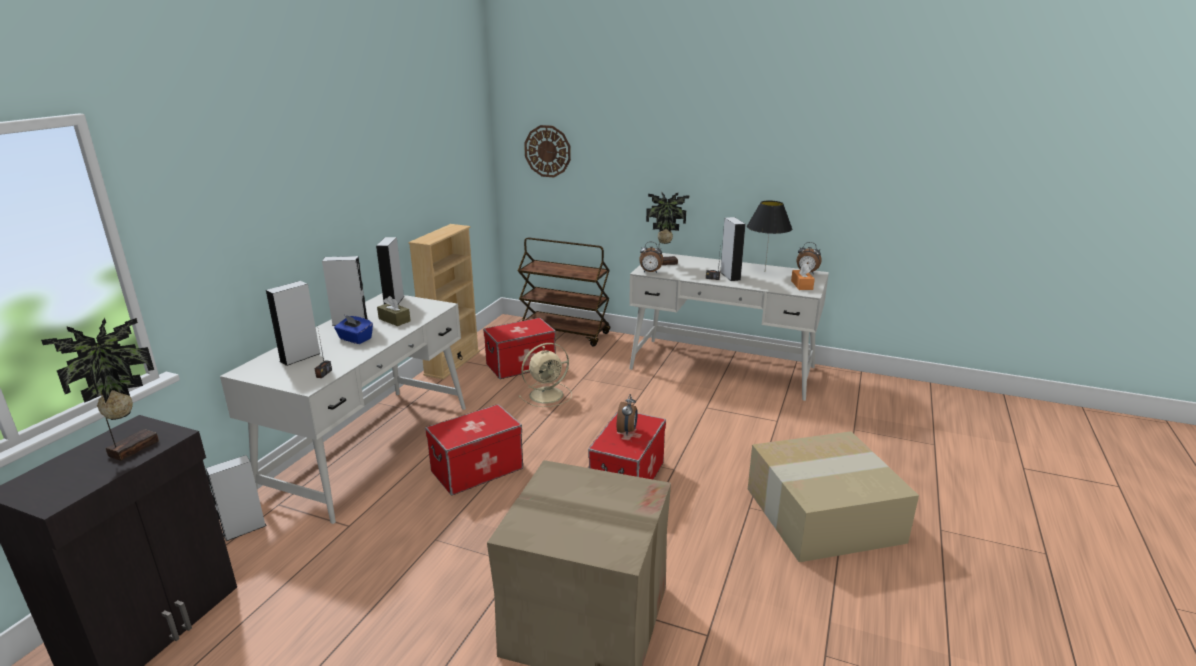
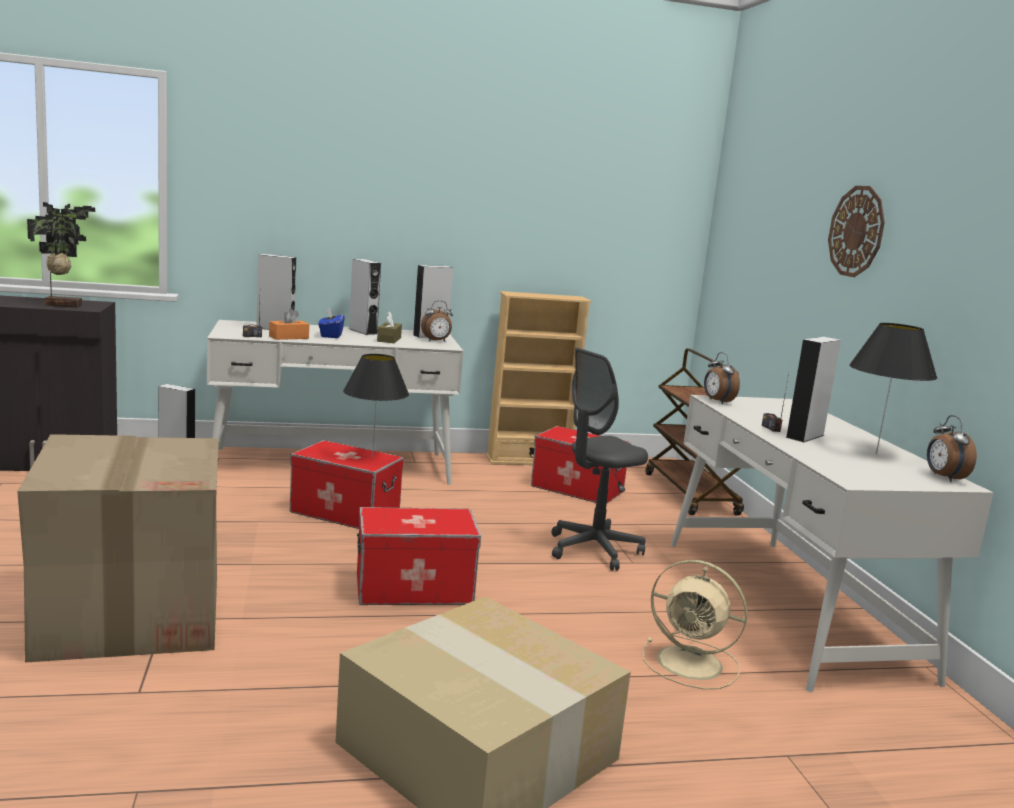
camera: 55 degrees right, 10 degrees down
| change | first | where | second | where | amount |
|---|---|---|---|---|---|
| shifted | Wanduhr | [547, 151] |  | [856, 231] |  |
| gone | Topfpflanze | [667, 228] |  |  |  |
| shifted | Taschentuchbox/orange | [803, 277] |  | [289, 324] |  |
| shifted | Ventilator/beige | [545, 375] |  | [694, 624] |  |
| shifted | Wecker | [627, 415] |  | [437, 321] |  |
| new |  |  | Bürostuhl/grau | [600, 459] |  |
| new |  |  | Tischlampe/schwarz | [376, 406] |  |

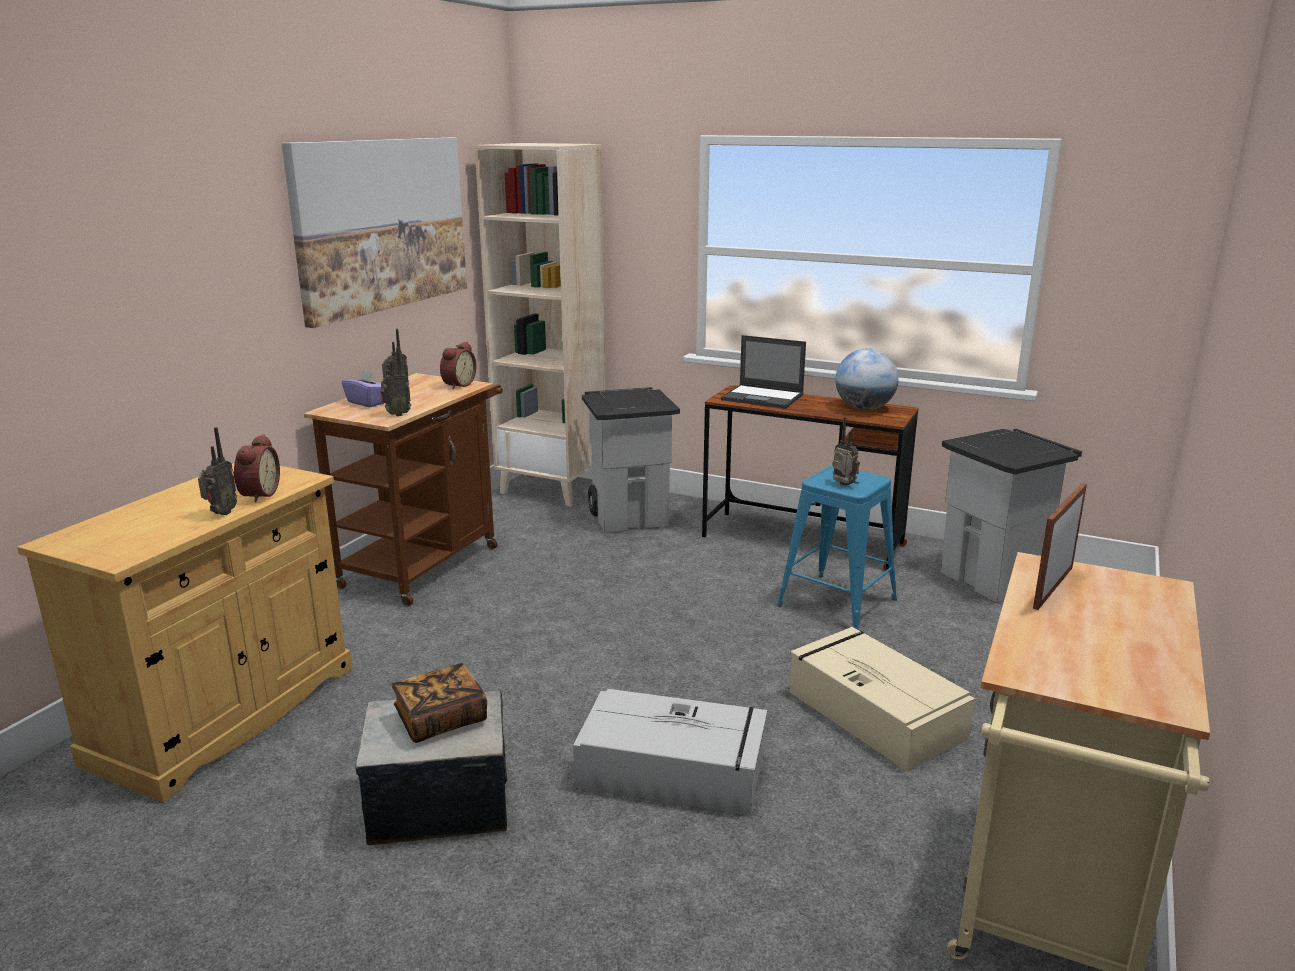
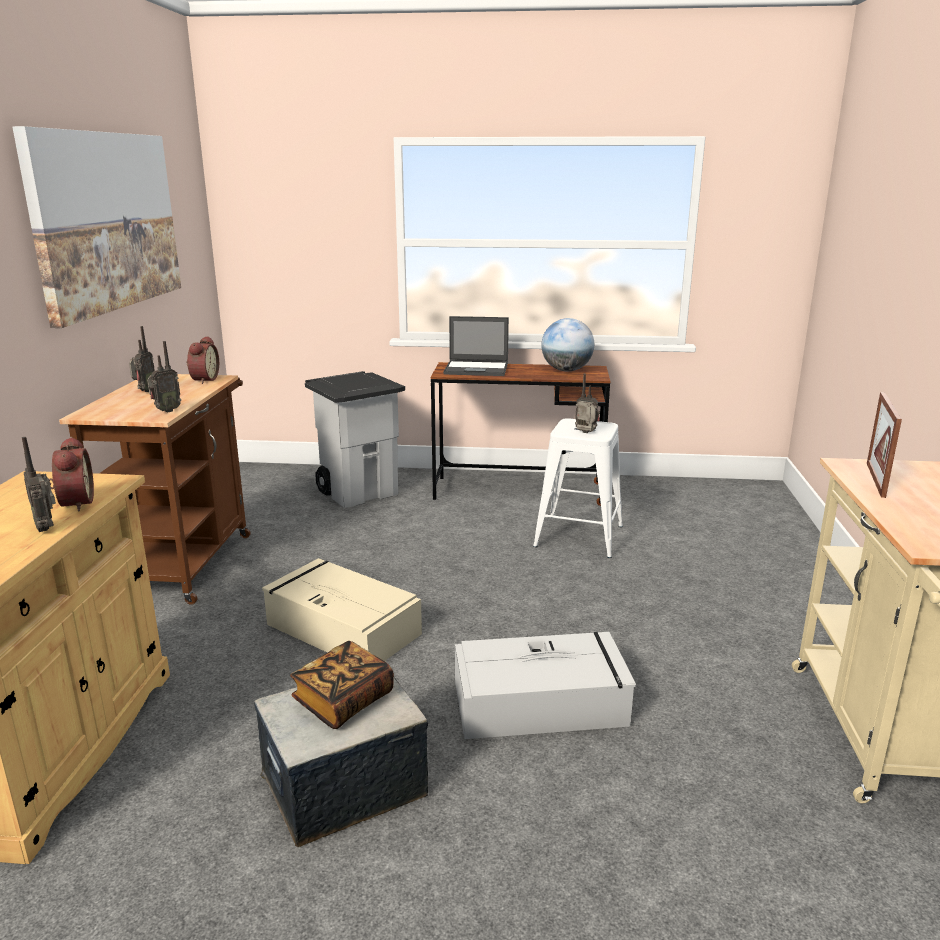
camera: 20 degrees left, 0 degrees up
| change | first | where | second | where | amount |
|---|---|---|---|---|---|
| gone | Bücherregal/beige | [540, 325] |  |  |  |
| gone | Taschentuchbox/lila | [363, 388] |  |  |  |
| rotated | Radio | [217, 471] |  | [39, 484] | 150 degrees clockwise |
| gone | Mülleimer/grau | [1011, 515] |  |  |  |
| repainted | Hocker/blau | [837, 547] | Hocker/weiß | [578, 488] |  |
| shifted | Aufbewahrungsbox/beige | [882, 699] |  | [342, 609] |  |

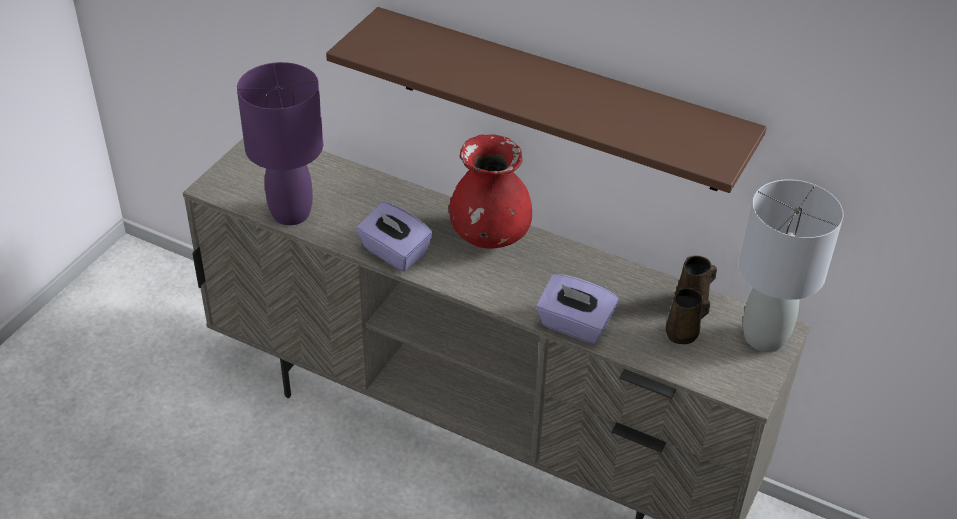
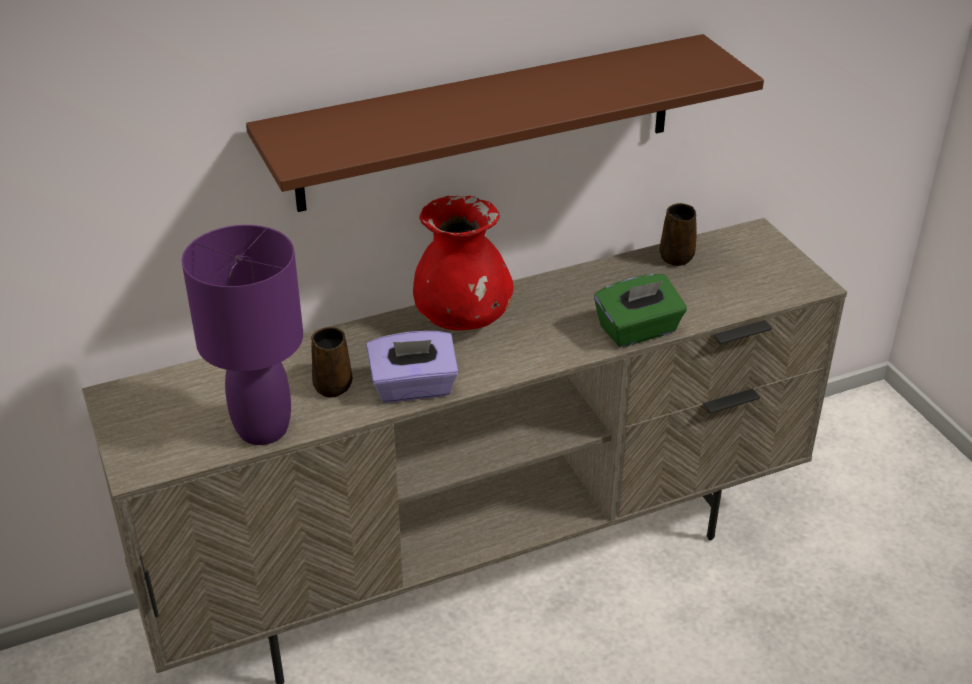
camera: 50 degrees left, 5 degrees down
| change | first | where | second | where | amount |
|---|---|---|---|---|---|
| gone | Tischlampe/grau | [791, 265] |  |  |  |
| repainted | Taschentuchbox/lila | [577, 309] | Taschentuchbox/grün | [640, 310] |  |
| shifted | Henkelbecher/braun | [688, 316] |  | [331, 362] |  |

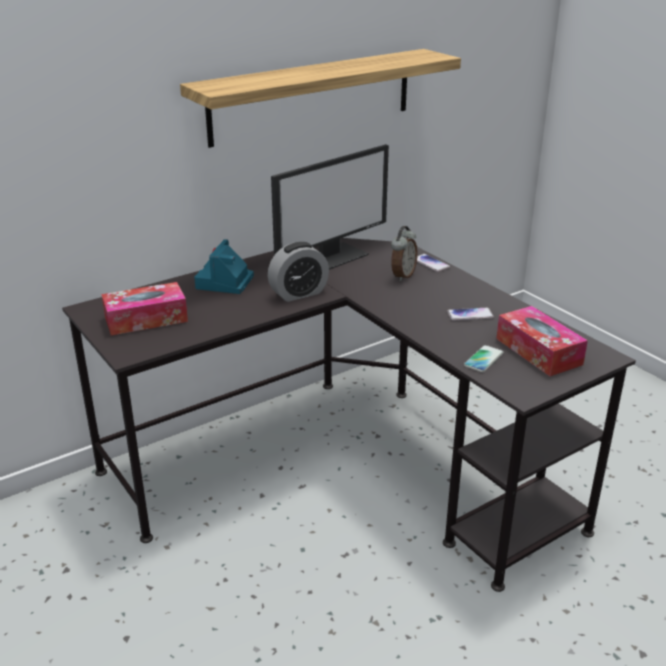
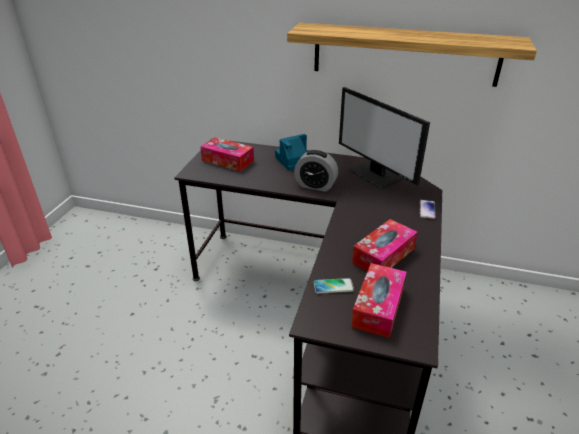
camera: 50 degrees right, 5 degrees up
| change | first | where | second | where | amount |
|---|---|---|---|---|---|
| rotated | Monitor | [330, 207] |  | [384, 138] | 45 degrees clockwise |
| gone | Wecker | [404, 253] |  |  |  |
| swapped | Handy | [470, 314] | Taschentuchbox | [385, 245] |  |

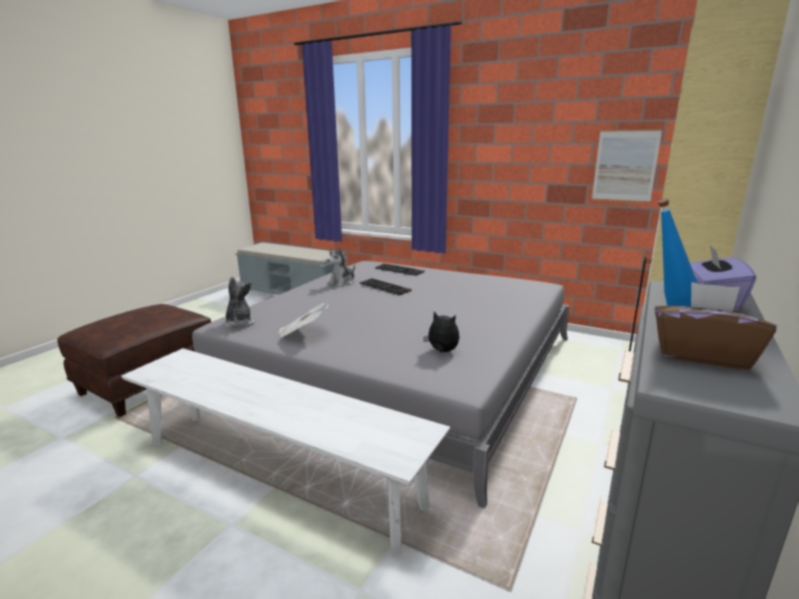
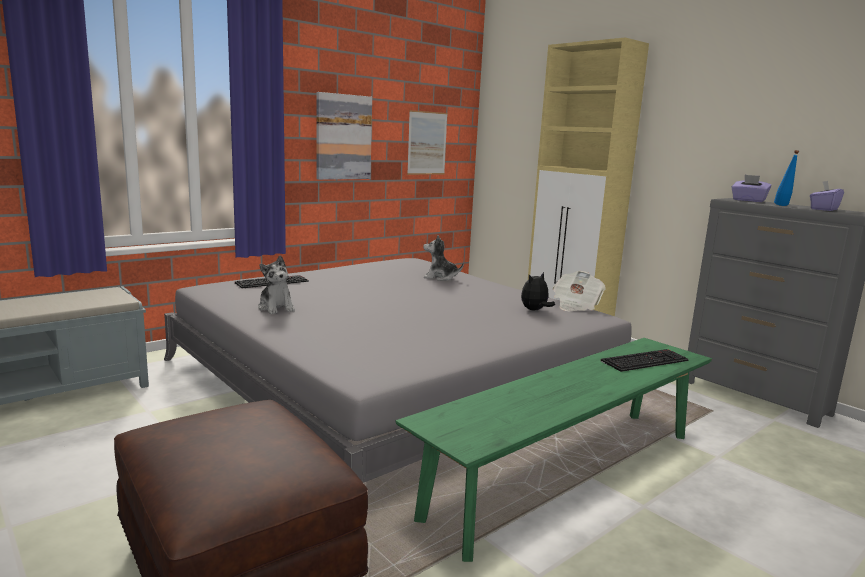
camera: 70 degrees left, 5 degrees down
| change | first | where | second | where | amount |
|---|---|---|---|---|---|
| shifted | Plüschtier | [239, 302] |  | [443, 258] |  |
| shifted | Tastatur | [386, 286] |  | [645, 360] |  |
| repainted | Taschentuchbox/braun | [716, 326] | Taschentuchbox/lila | [827, 196] |  |
| shifted | Zeitung | [304, 320] |  | [579, 291] |  |
| repainted | Bank/weiß | [285, 452] | Bank/grün | [554, 450] |  |
| new |  |  | Bild | [344, 136] |  |

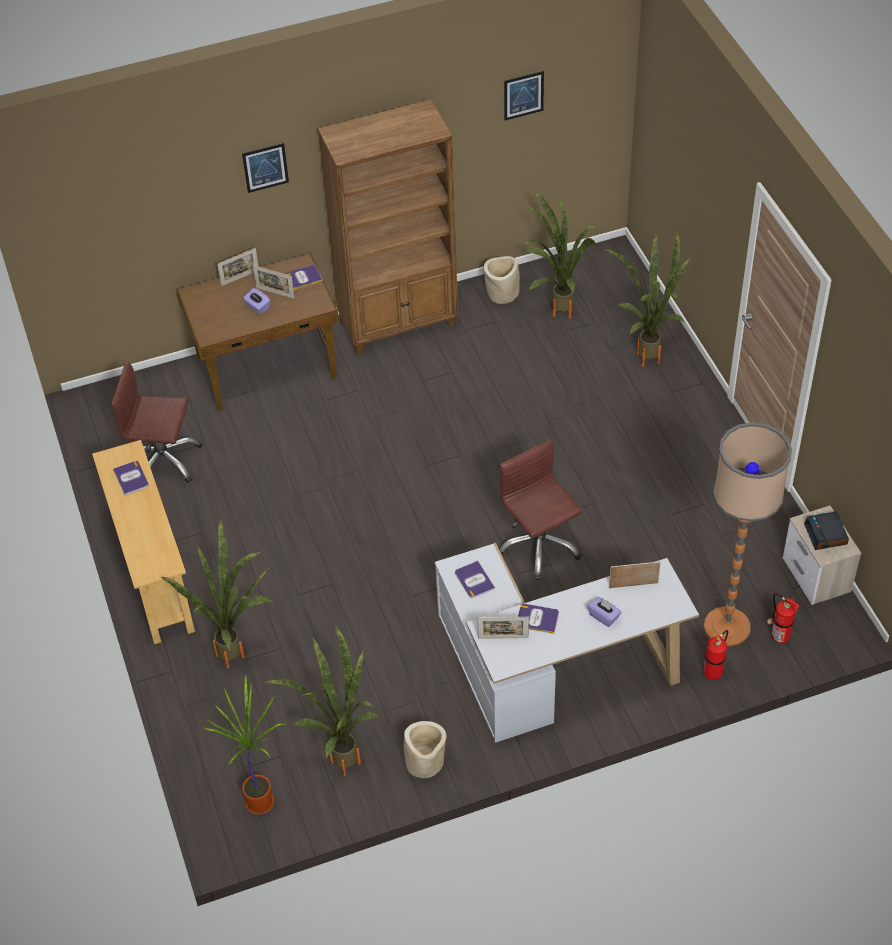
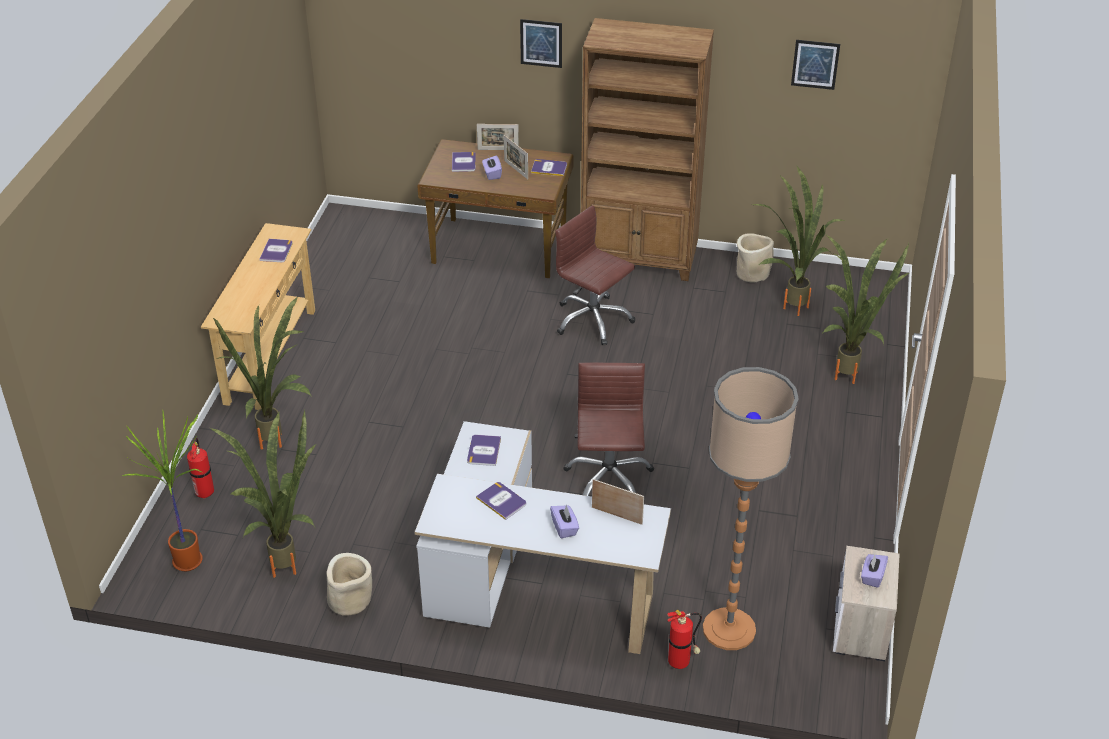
camera: 30 degrees right, 10 degrees down
| change | first | where | second | where | amount |
|---|---|---|---|---|---|
| shifted | Bürostuhl/braun | [156, 422] |  | [595, 275] |  |
| swapped | Wecker | [826, 530] | Taschentuchbox/lila | [874, 571] |  |
| shifted | Feuerlöscher | [783, 618] |  | [200, 468] |  |
| gone | Bilderrahmen | [503, 628] |  |  |  |
| new |  |  | Buch | [464, 162] |  |

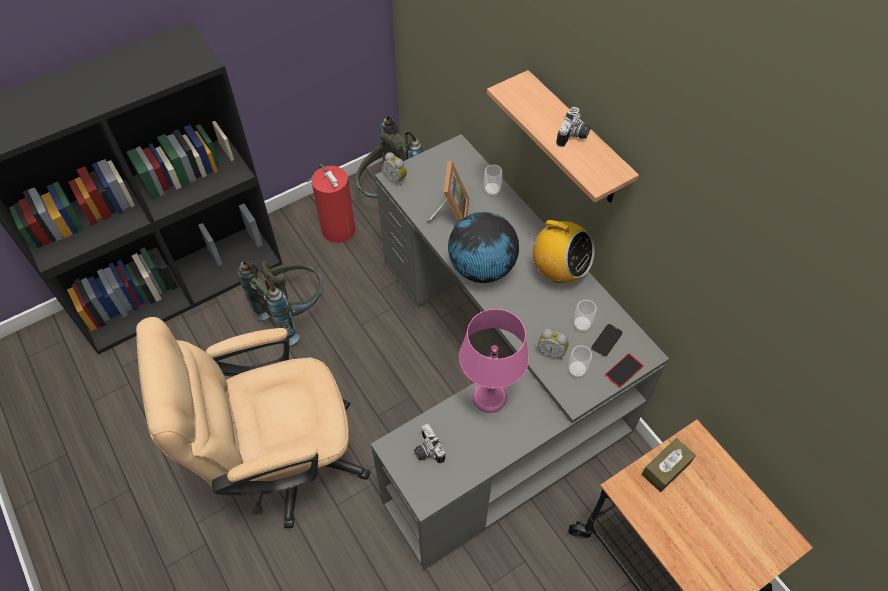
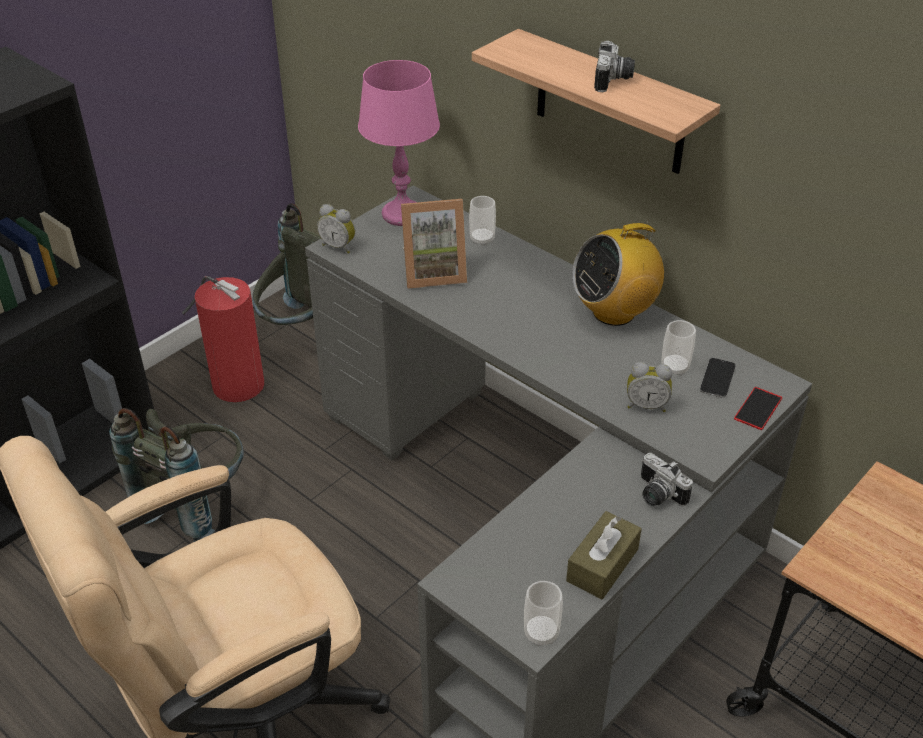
camera: 15 degrees left, 15 degrees down
| change | first | where | second | where | amount |
|---|---|---|---|---|---|
| rotated | Bilderrahmen | [448, 191] |  | [434, 244] | 90 degrees clockwise |
| gone | Globus | [483, 247] |  |  |  |
| rotated | Radio | [562, 251] |  | [618, 272] | 135 degrees clockwise |
| shifted | Tischlampe/rosa | [494, 361] |  | [399, 143] |  |
| shifted | Tasse | [580, 361] |  | [543, 613] |  |
| shifted | Kamera | [429, 443] |  | [667, 479] |  |
| shifted | Taschentuchbox/braun | [669, 465] |  | [604, 555] |  |

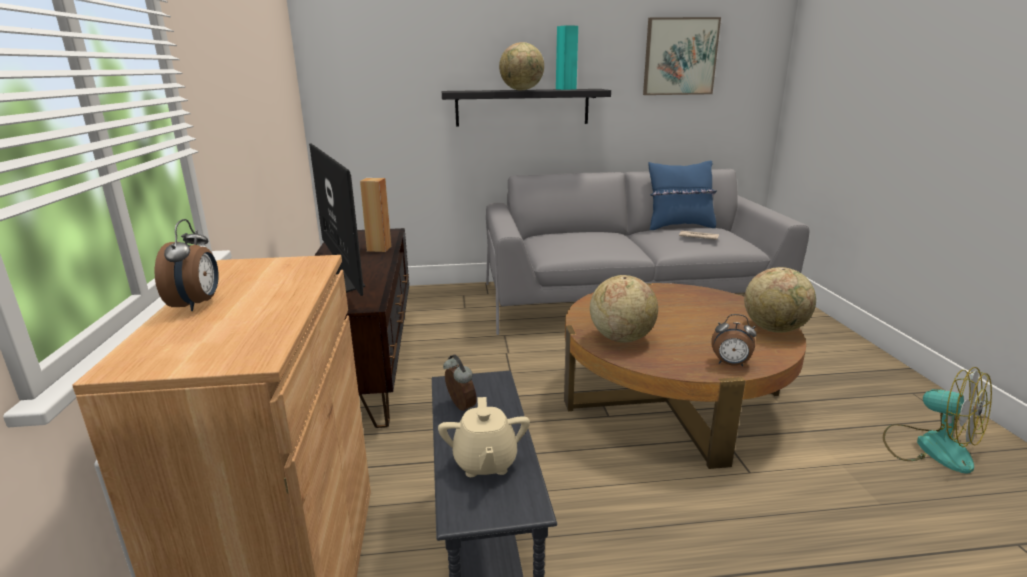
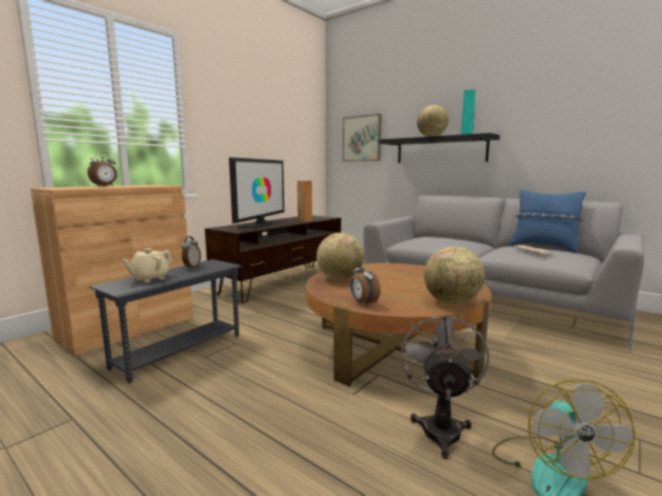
camera: 45 degrees right, 10 degrees down
| change | first | where | second | where | amount |
|---|---|---|---|---|---|
| shifted | Bild | [682, 56] |  | [362, 138] |  |
| new |  |  | Ventilator/grau | [444, 385] |  |

